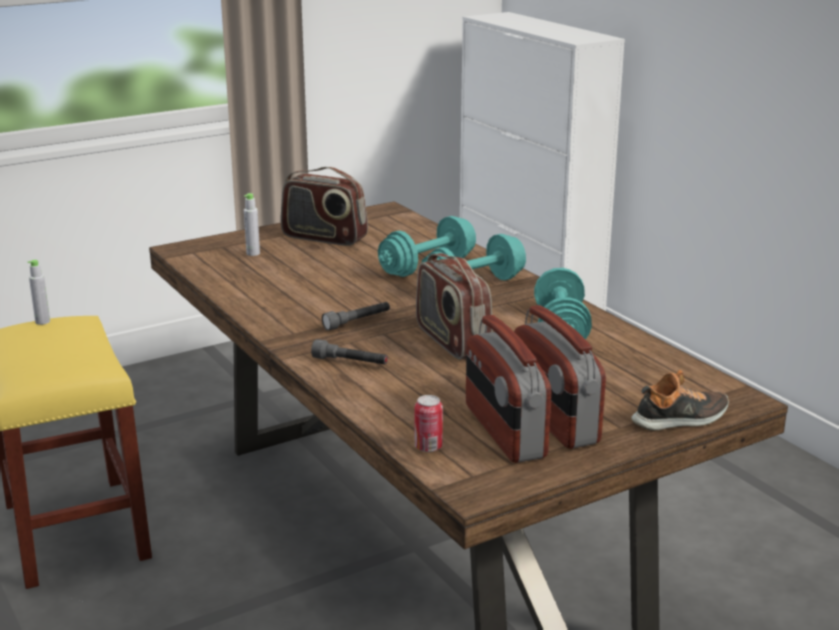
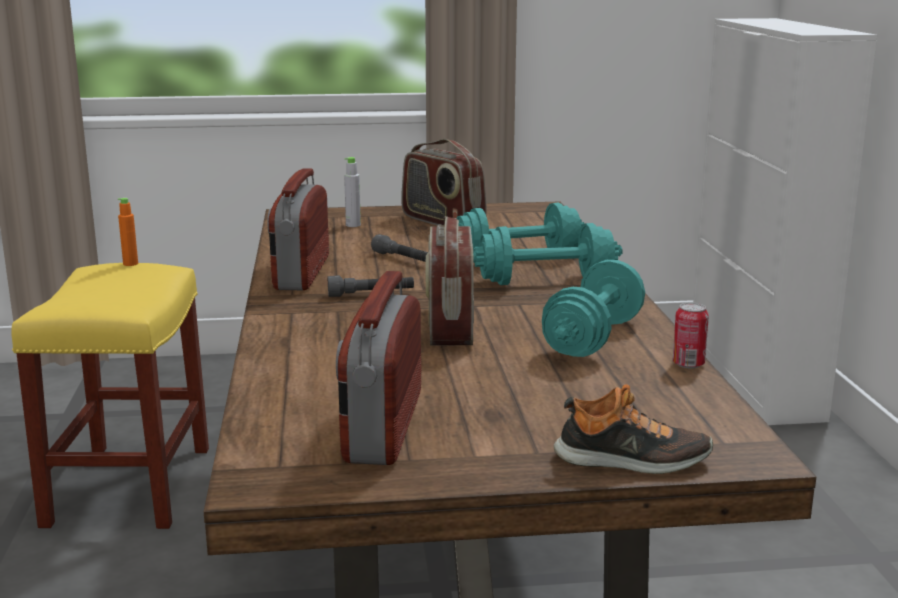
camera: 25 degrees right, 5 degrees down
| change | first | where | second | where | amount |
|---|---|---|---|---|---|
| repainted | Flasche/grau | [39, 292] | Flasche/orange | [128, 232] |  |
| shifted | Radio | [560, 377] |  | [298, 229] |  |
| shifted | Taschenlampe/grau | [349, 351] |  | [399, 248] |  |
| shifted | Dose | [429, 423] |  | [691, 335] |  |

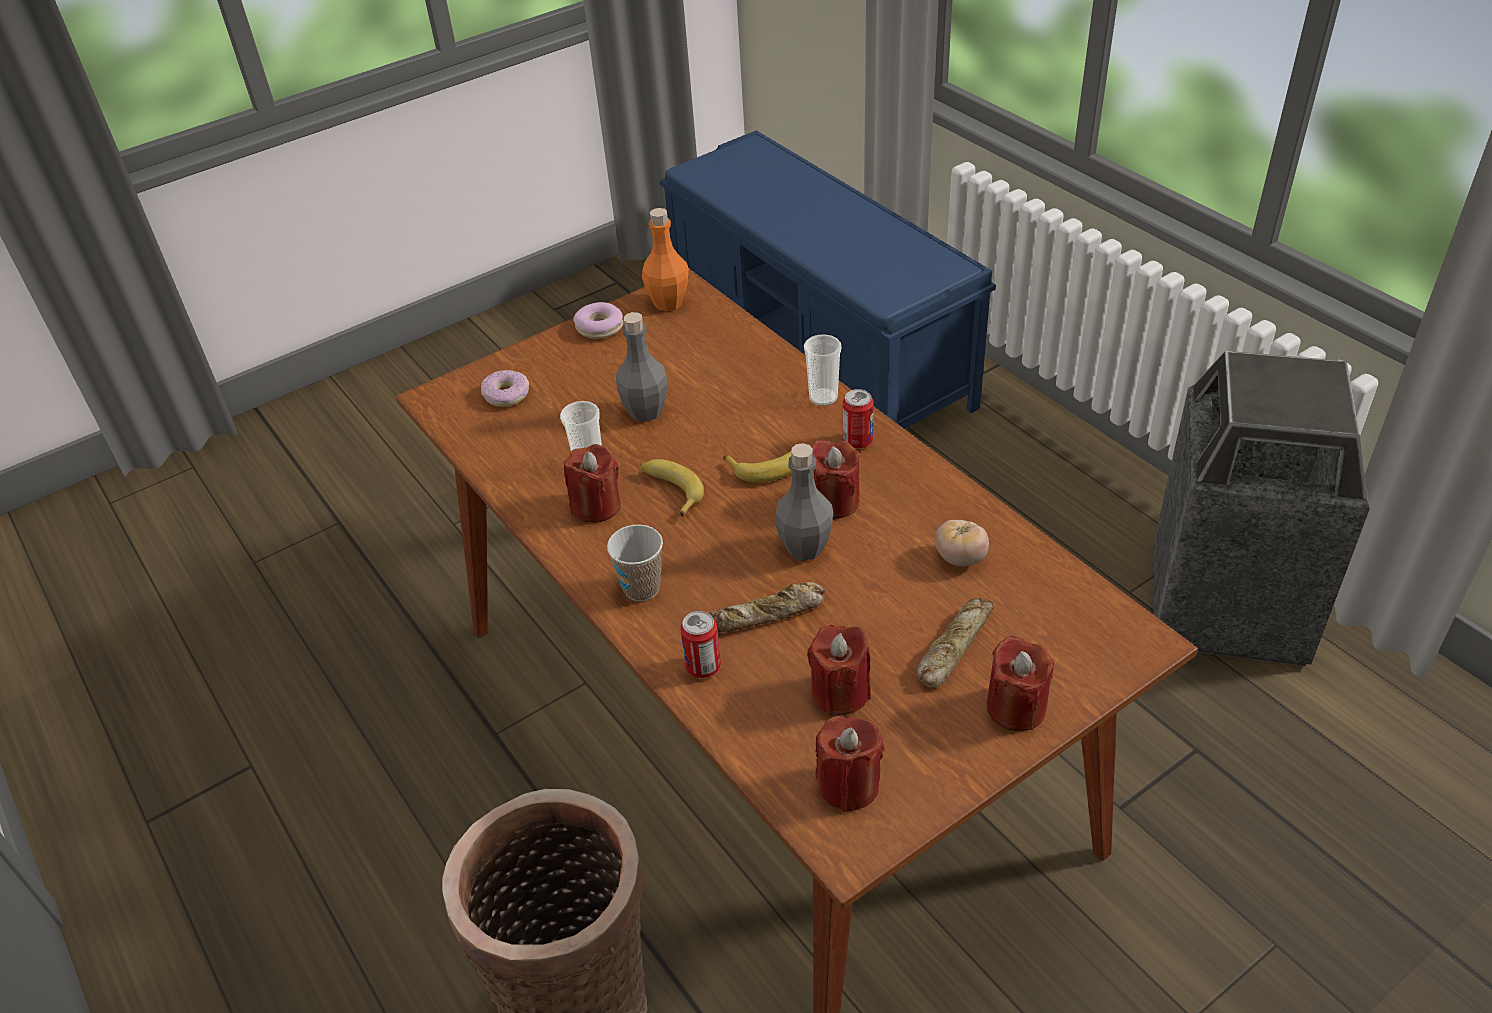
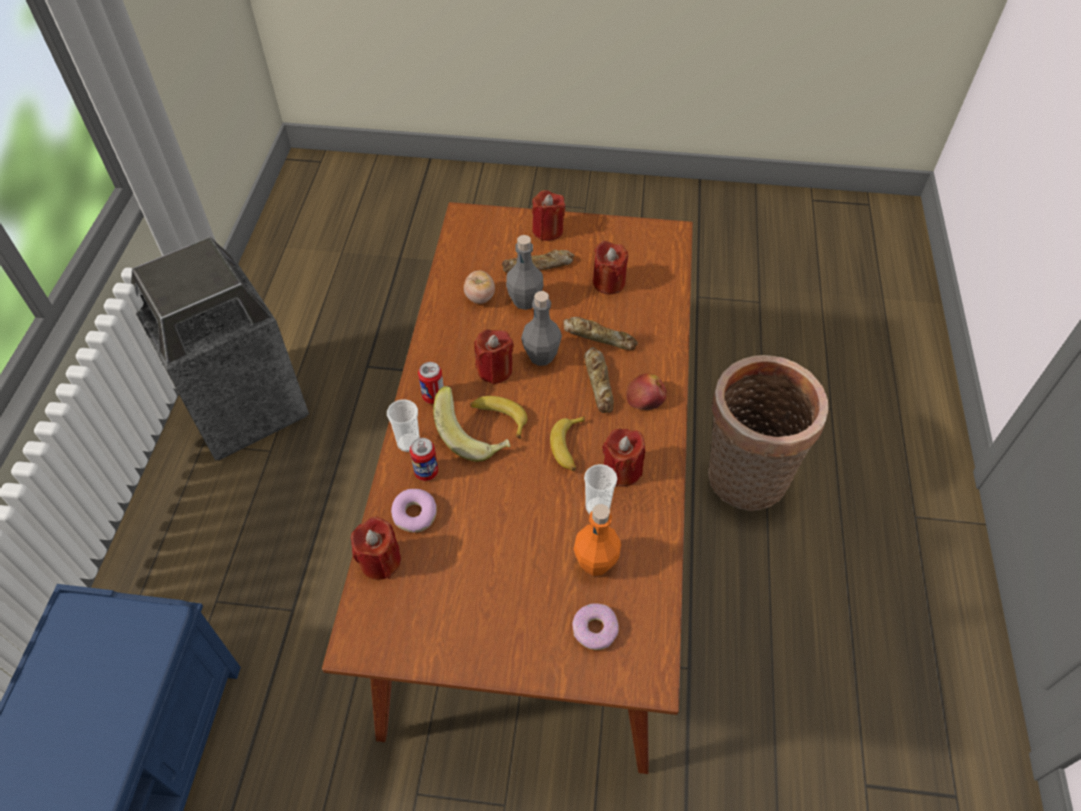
camera: 140 degrees left, 10 degrees up
| change | first | where | second | where | amount |
|---|---|---|---|---|---|
| shifted | Flasche/orange | [665, 259] |  | [597, 540] |  |
| shifted | Donut | [598, 320] |  | [414, 510] |  |
| shifted | Flasche/grau | [641, 367] |  | [524, 272] |  |
| swapped | Tasse | [635, 563] | Apfel | [646, 391] |  |
| shifted | Dose | [700, 644] |  | [424, 459] |  |
| shifted | Kerze/rot | [849, 764] |  | [376, 548] |  |
| new |  |  | Brot | [599, 380] |  |
| new |  |  | Banane | [472, 424] |  |

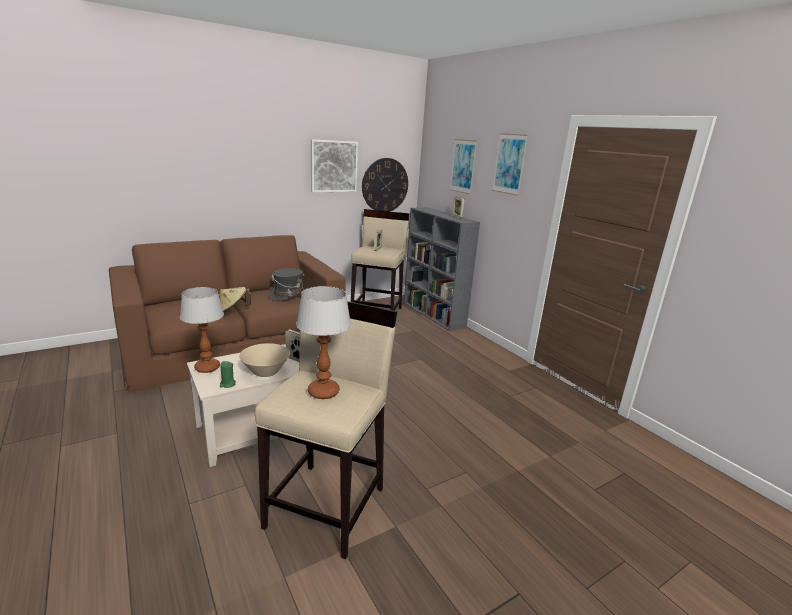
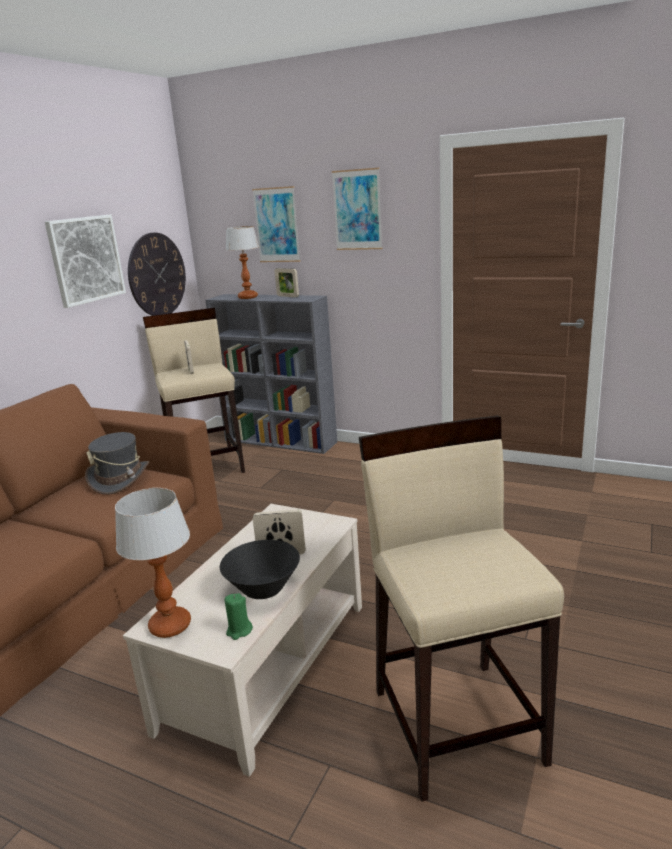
camera: 30 degrees left, 0 degrees up
| change | first | where | second | where | amount |
|---|---|---|---|---|---|
| shifted | Tischlampe | [323, 342] |  | [242, 262] |  |
| gone | Hut/beige | [235, 300] |  |  |  |
| repainted | Schüssel/beige | [264, 360] | Schüssel/schwarz | [260, 569] |  |

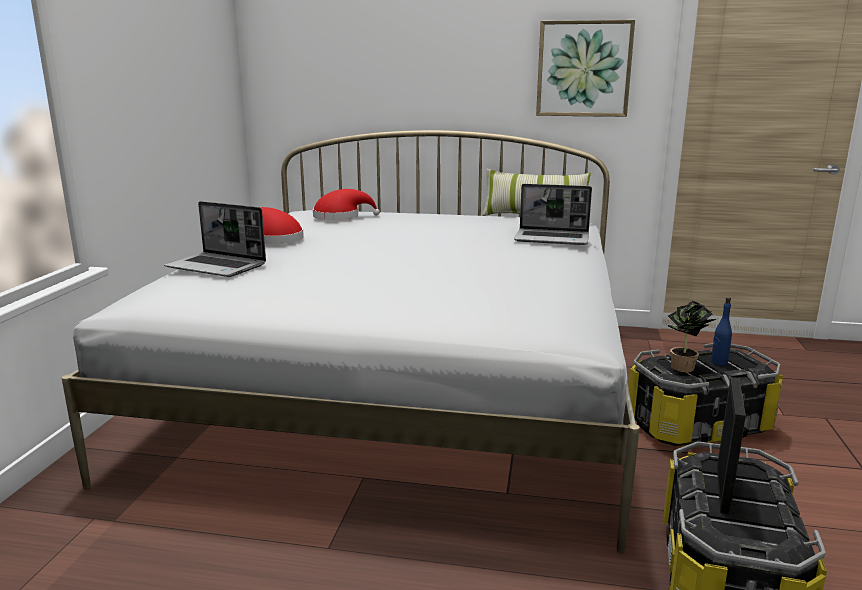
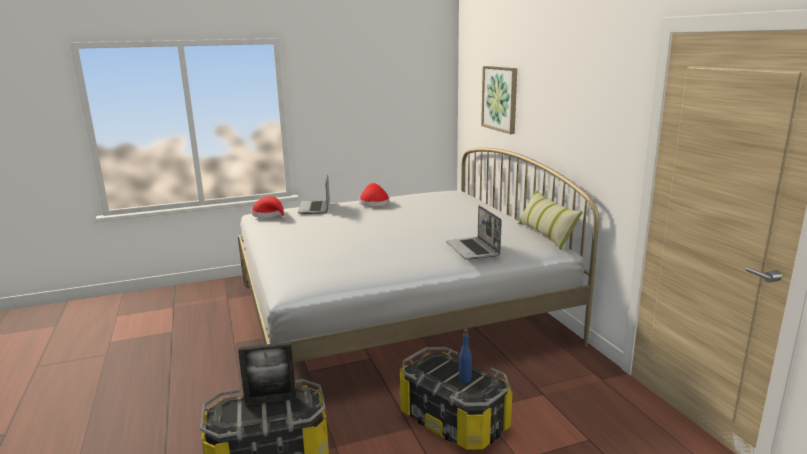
camera: 60 degrees right, 0 degrees up
| change | first | where | second | where | amount |
|---|---|---|---|---|---|
| shifted | Bild | [585, 68] |  | [499, 100] |  |
| shifted | Hut/rot | [346, 204] |  | [269, 208] |  |
| gone | Topfpflanze | [690, 336] |  |  |  |

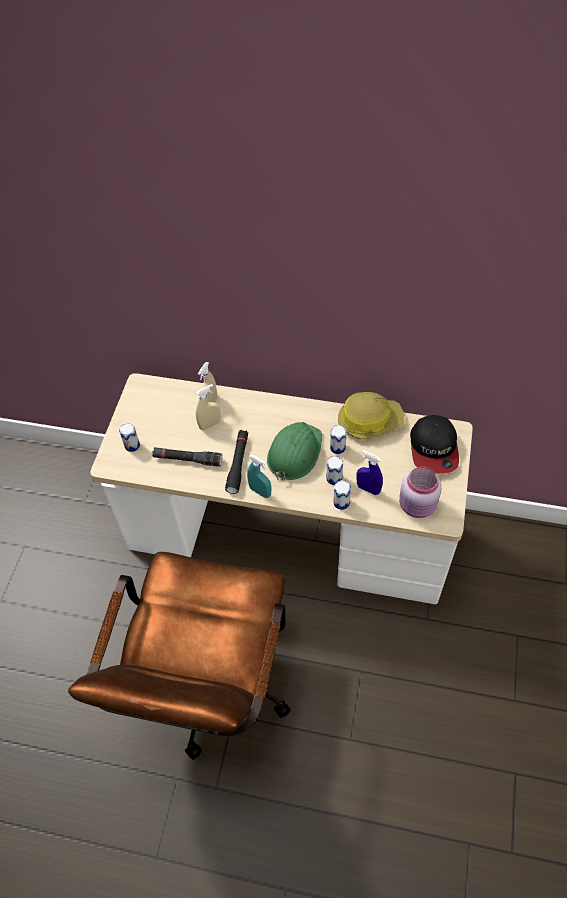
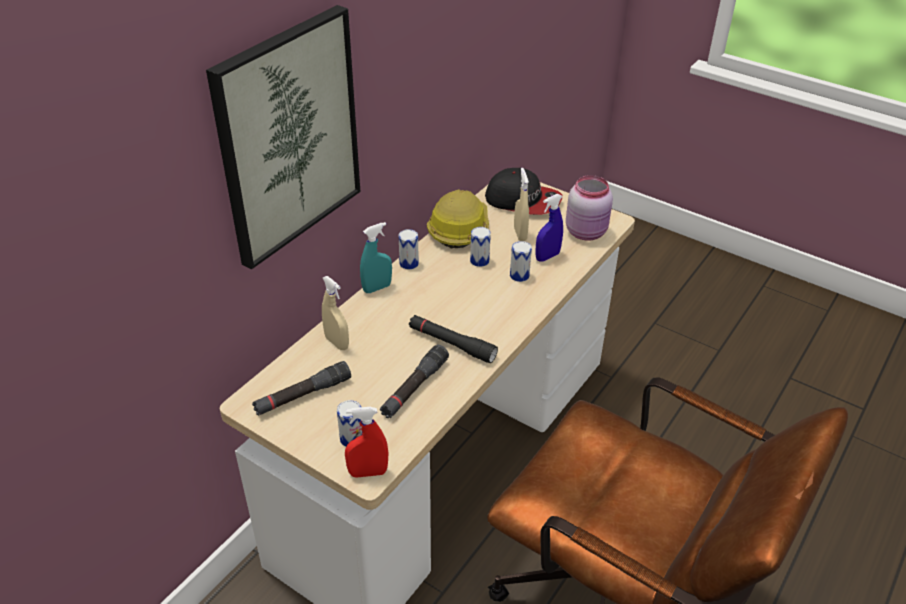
camera: 70 degrees left, 15 degrees down
| change | first | where | second | where | amount |
|---|---|---|---|---|---|
| shifted | Sprühflasche/beige | [208, 407] |  | [521, 204] |  |
| gone | Schutzhelm/grün | [294, 451] |  |  |  |
| shifted | Sprühflasche/türkis | [259, 476] |  | [376, 257] |  |
| shifted | Dose | [342, 495] |  | [409, 249] |  |
| new |  |  | Bild | [283, 137] |  |
| new |  |  | Taschenlampe/schwarz | [301, 388] |  |
| new |  |  | Sprühflasche/rot | [366, 442] |  |

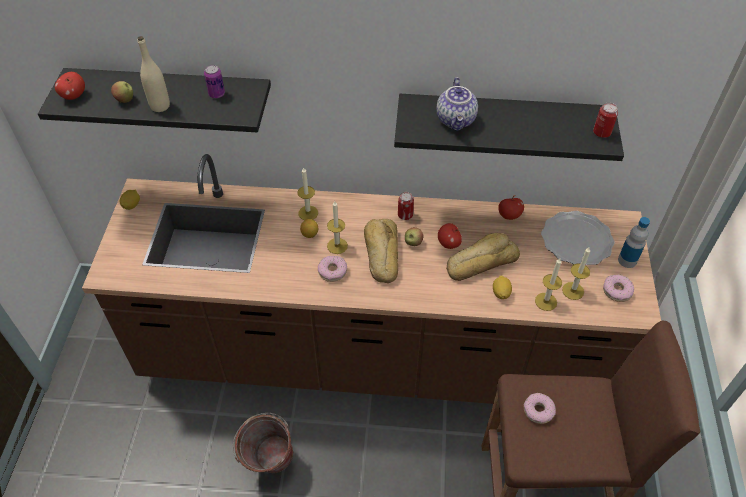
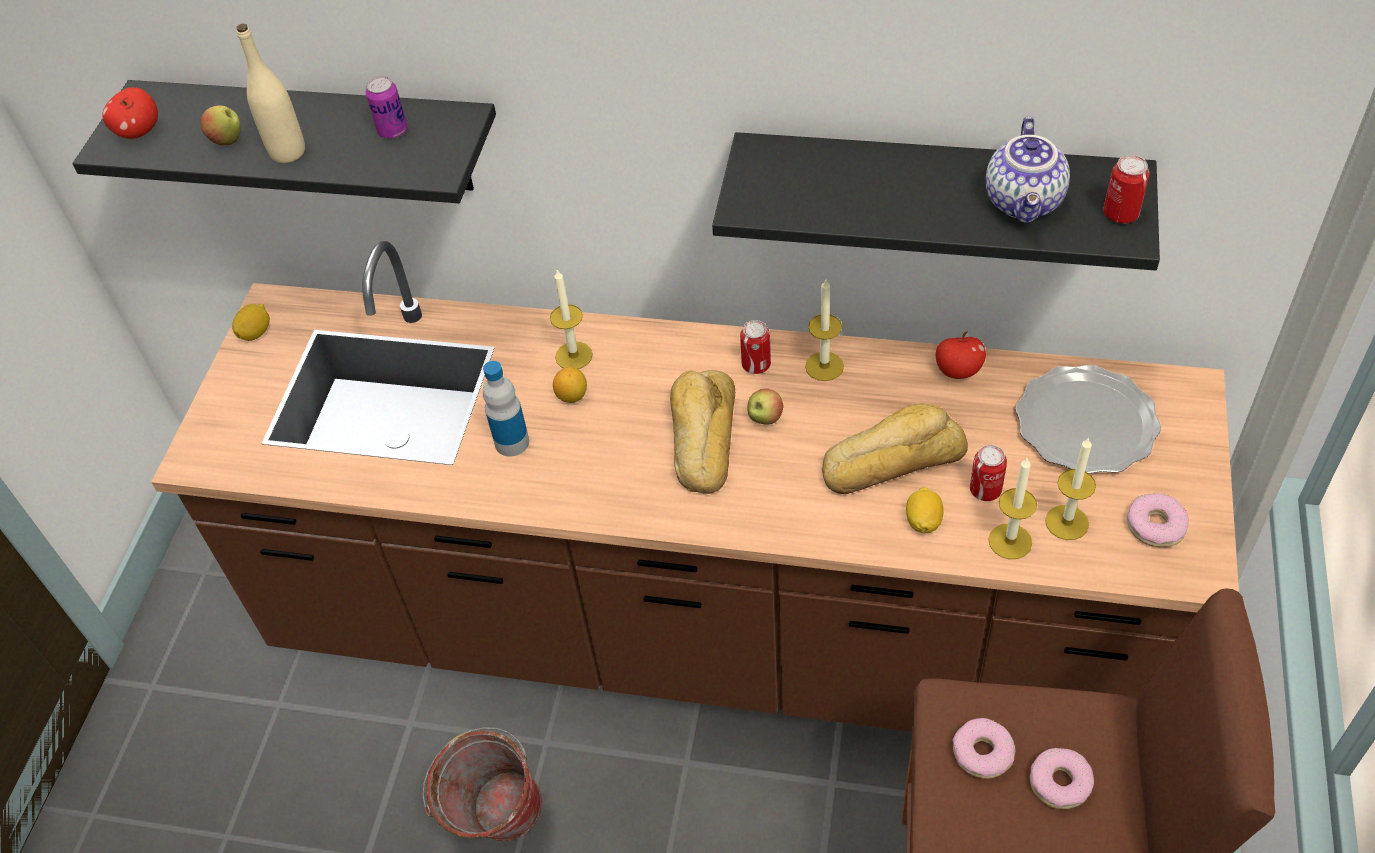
camera: 10 degrees right, 0 degrees up
| change | first | where | second | where | amount |
|---|---|---|---|---|---|
| shifted | Teekanne | [457, 104] |  | [1028, 169] |  |
| shifted | Kerze | [337, 227] |  | [824, 330] |  |
| shifted | Flasche | [634, 242] |  | [506, 409] |  |
| gone | Apfel | [450, 236] |  |  |  |
| shifted | Donut | [332, 269] |  | [1062, 778] |  |
| new |  |  | Dose | [988, 473] |  |

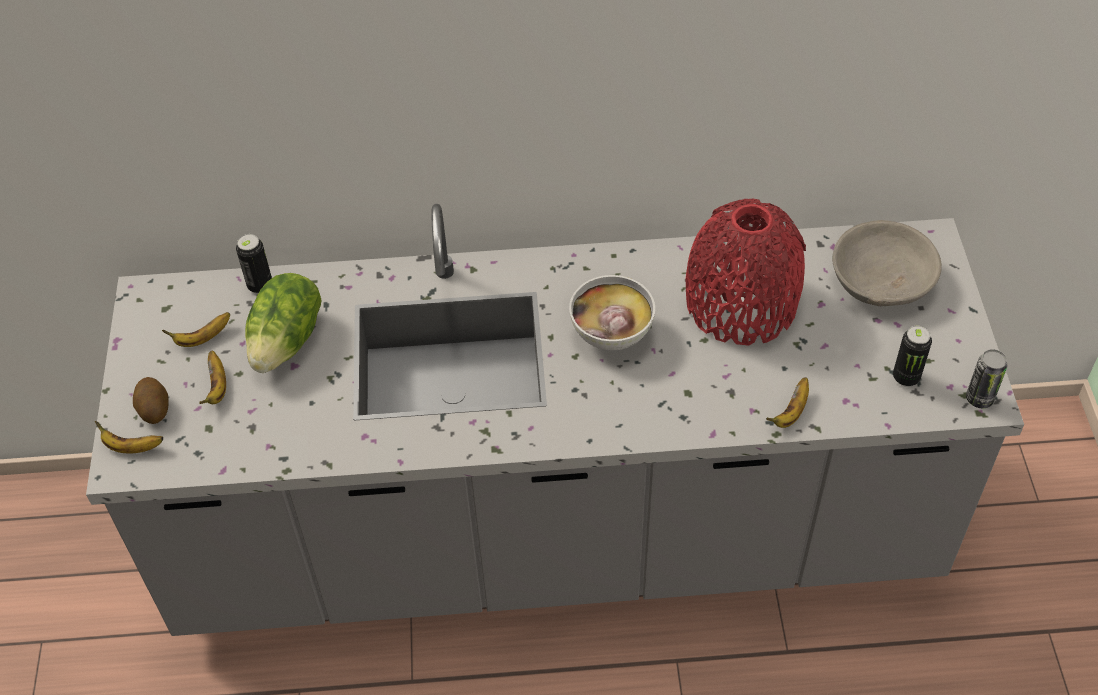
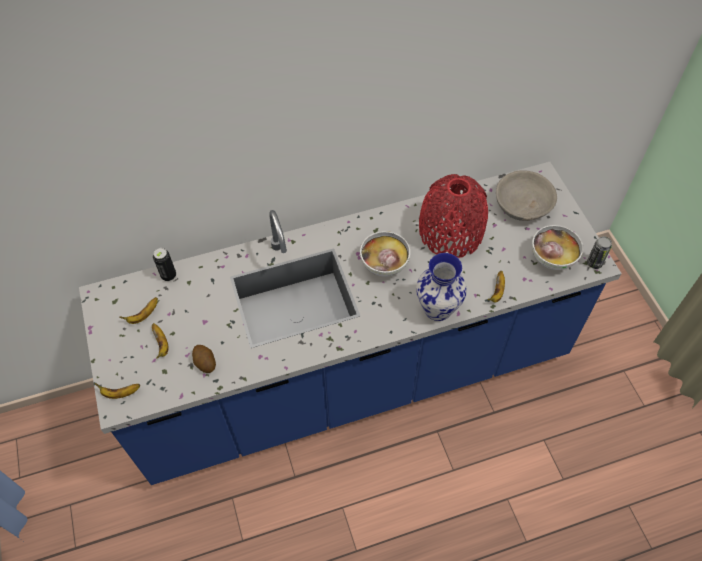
camera: 15 degrees left, 5 degrees up
| change | first | where | second | where | amount |
|---|---|---|---|---|---|
| repainted | Küchenzeile/grau | [555, 420] | Küchenzeile/blau | [350, 323] |  |
| gone | Salatkopf | [283, 323] |  |  |  |
| swapped | Dose | [912, 356] | Schüssel | [557, 247] |  |
| shifted | Kartoffel | [151, 400] |  | [204, 359] |  |
| new |  |  | Vase | [441, 287] |  |

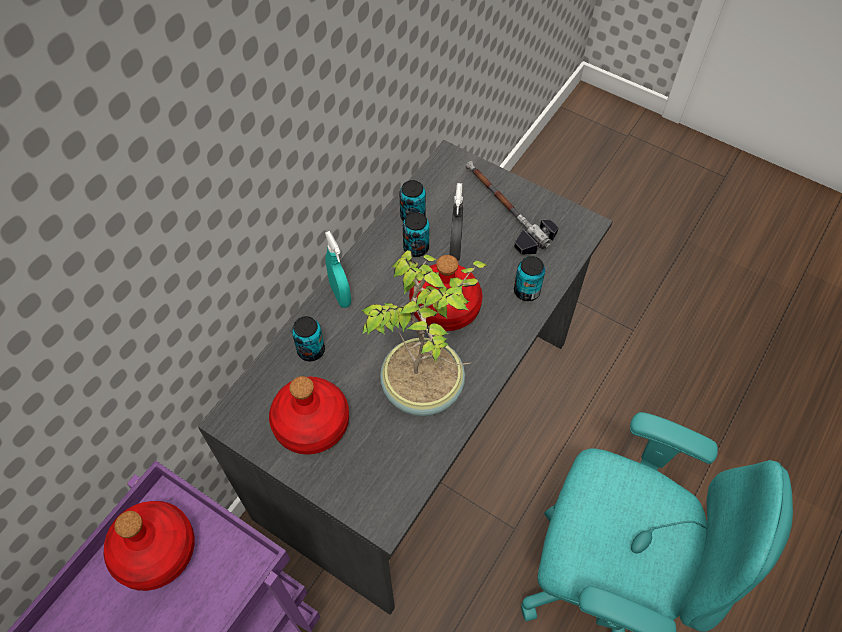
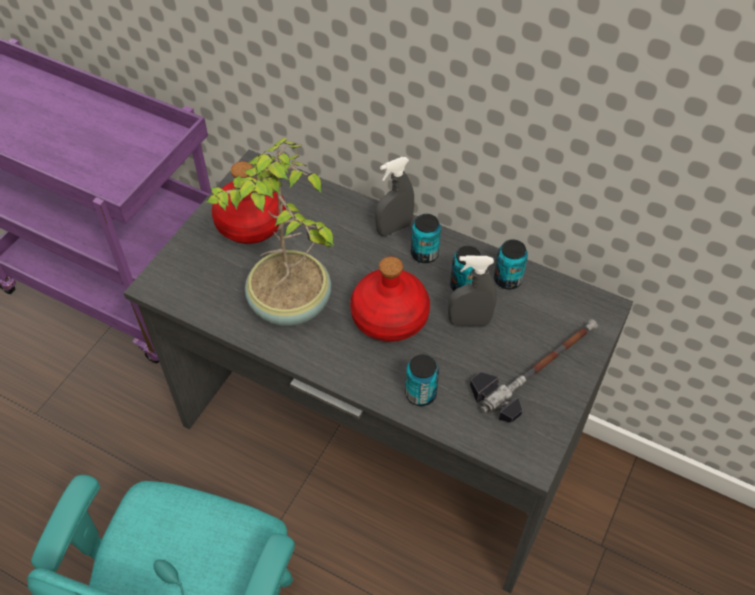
camera: 85 degrees right, 5 degrees down
| change | first | where | second | where | amount |
|---|---|---|---|---|---|
| repainted | Sprühflasche/türkis | [338, 269] | Sprühflasche/grau | [394, 196] |  |
| shifted | Dose | [308, 338] |  | [426, 238] |  |
| gone | Flasche/rot | [149, 546] |  |  |  |

